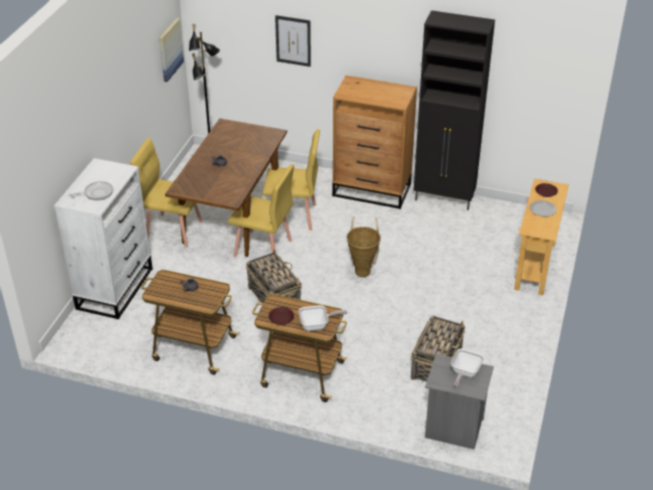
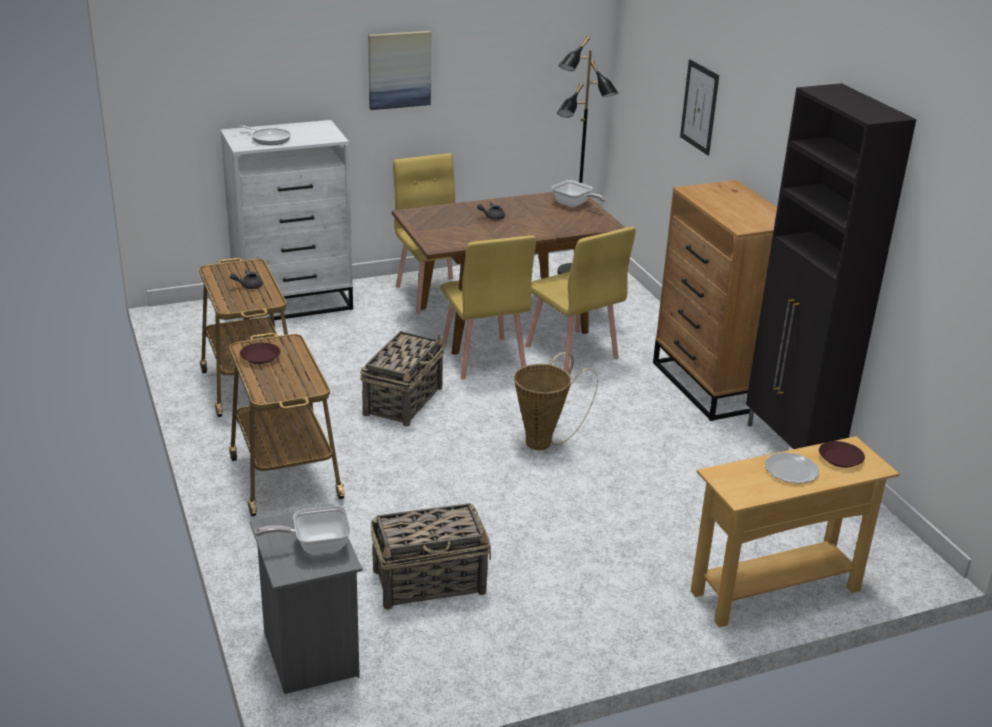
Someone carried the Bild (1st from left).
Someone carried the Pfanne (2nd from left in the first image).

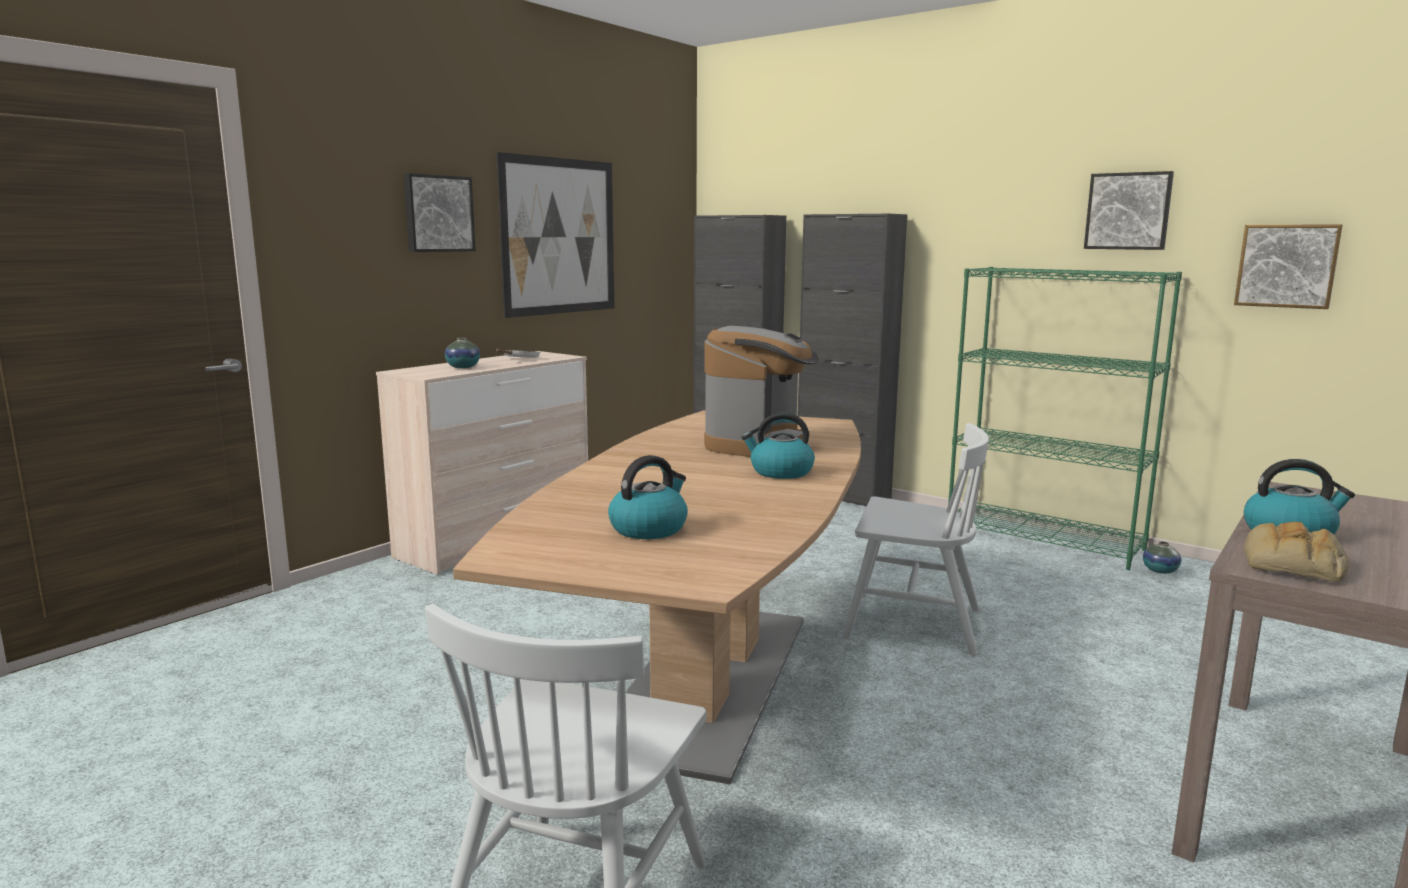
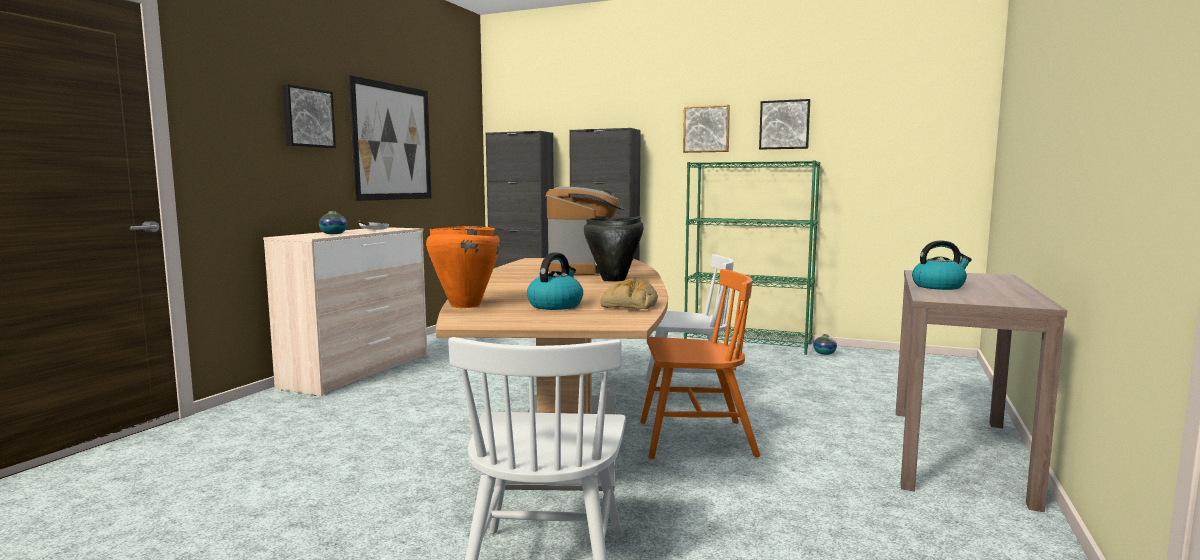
Someone put down the Kochtopf/orange.
Someone swapped the Wasserkessel (2nd from left) for the Kochtopf/schwarz.
Someone carried the Brot.
Someone put down the Stuhl/orange.
Someone carried the Bild (4th from left in the first image).

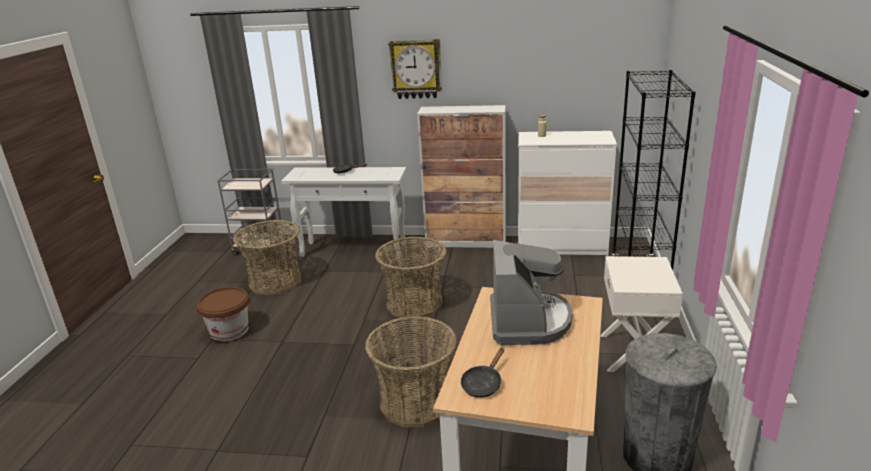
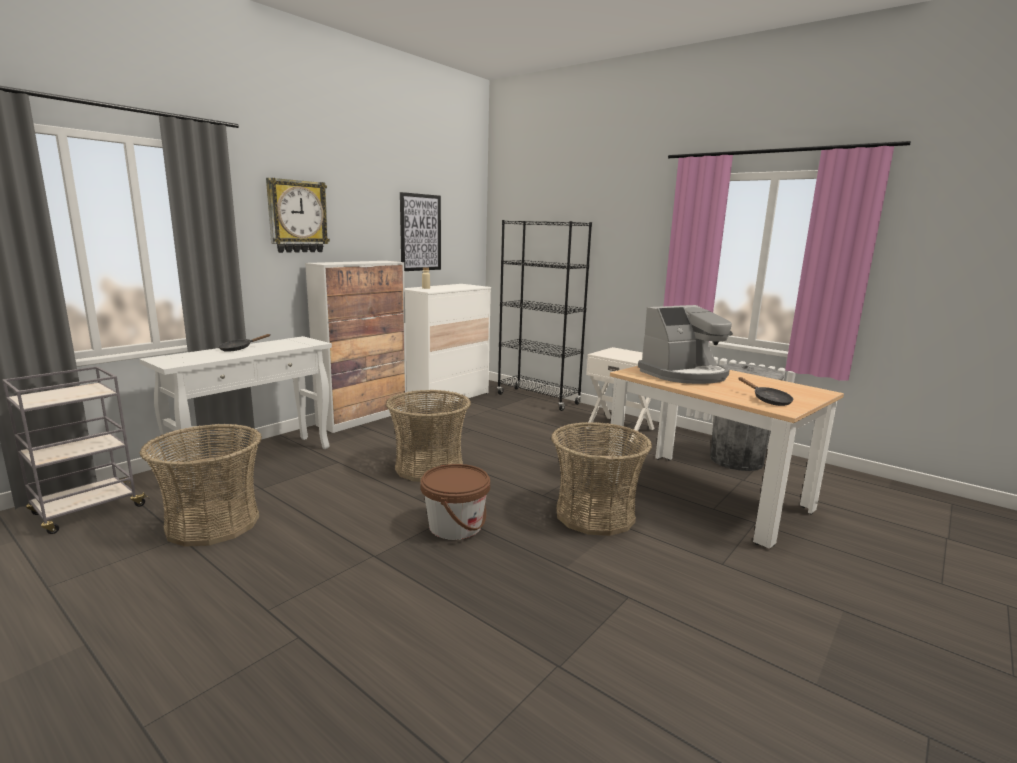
Someone put up the Bild.
Someone carried the Eimer/braun.
Someone rotated the Kaffeemaschine by 120 degrees clockwise.

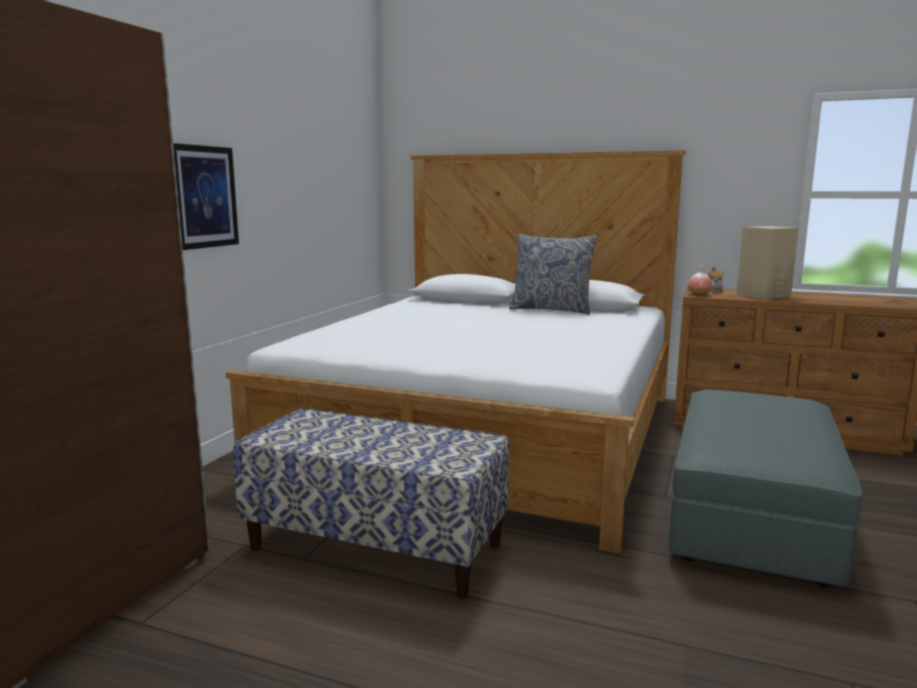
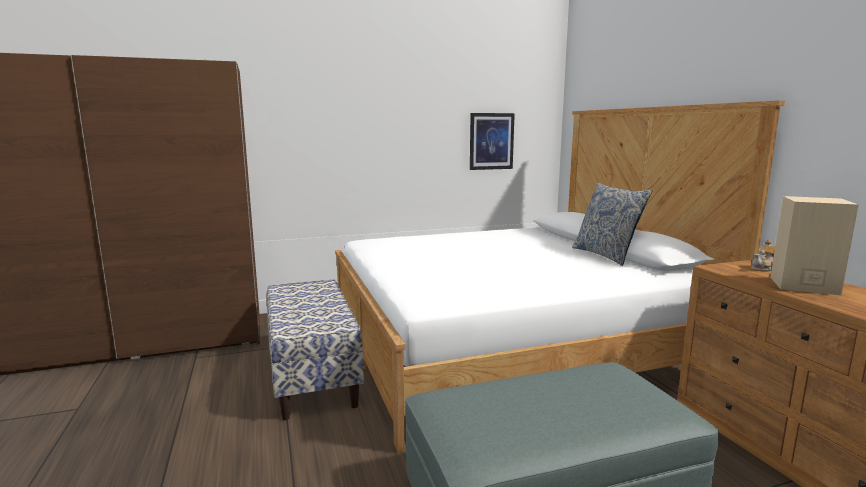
Someone carried the Bild.
Someone took away the Vase.

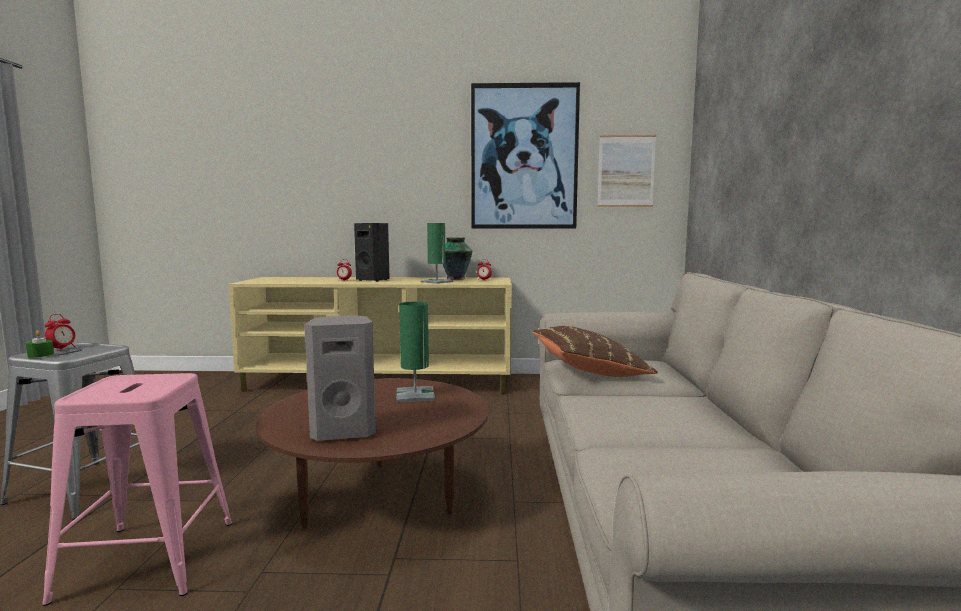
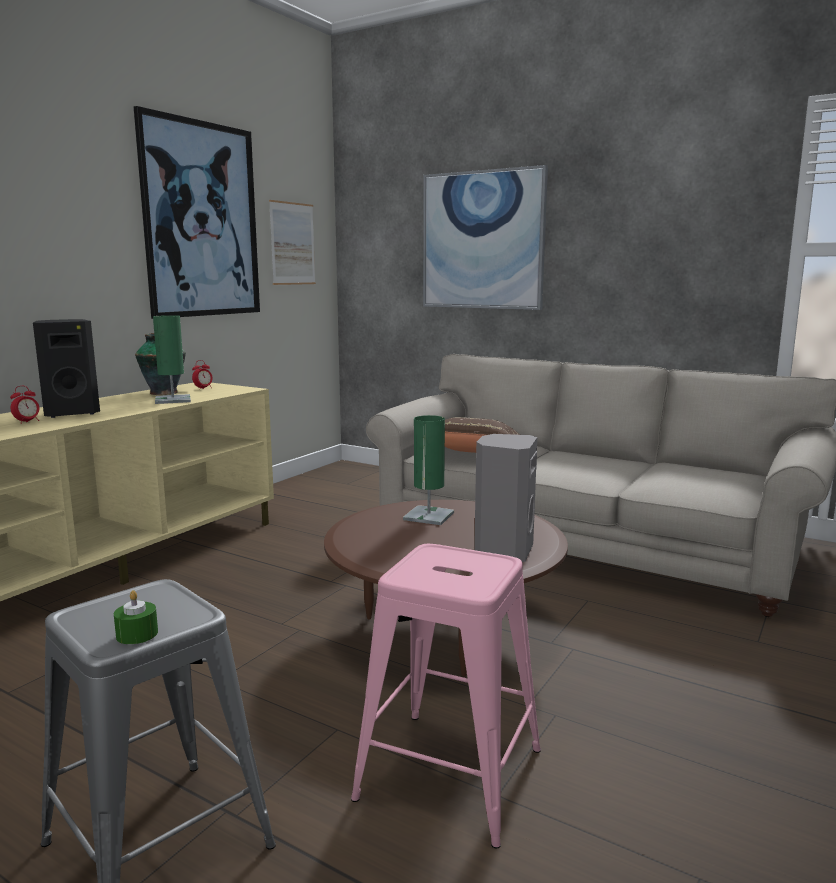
Someone put up the Bild (3rd from left).
Someone took away the Wecker (1st from left).

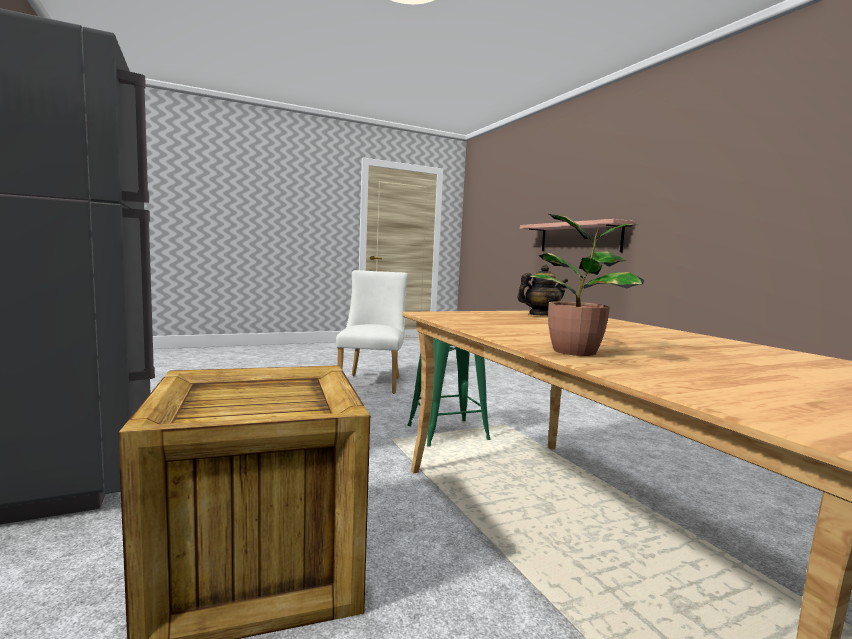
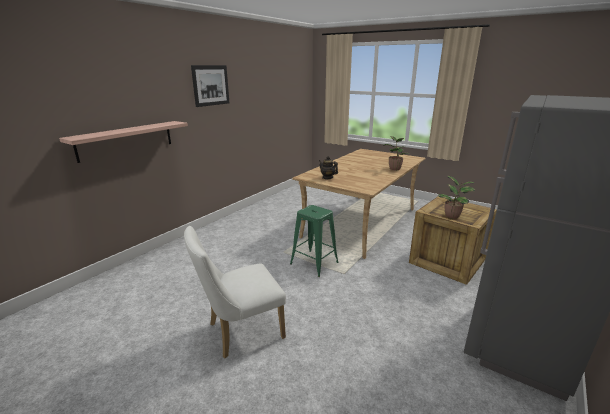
Someone put up the Bild.
Someone put down the Topfpflanze (2nd from left).

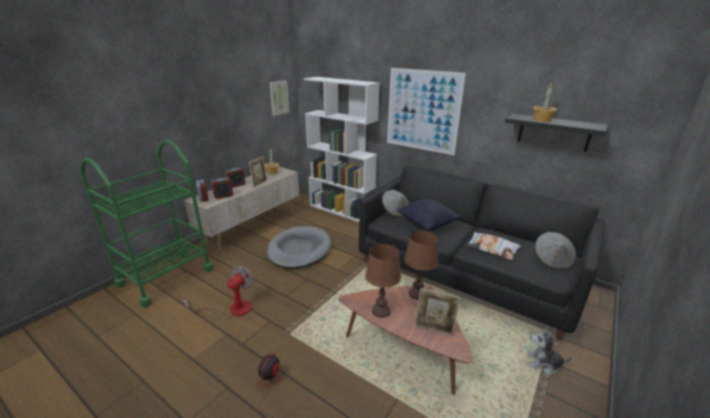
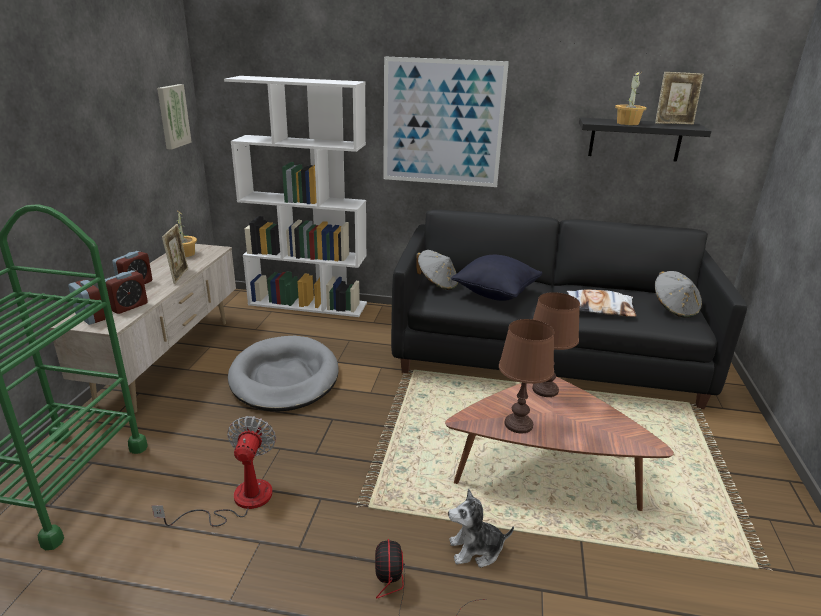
Someone carried the Plüschtier.
Someone carried the Bilderrahmen (2nd from left).

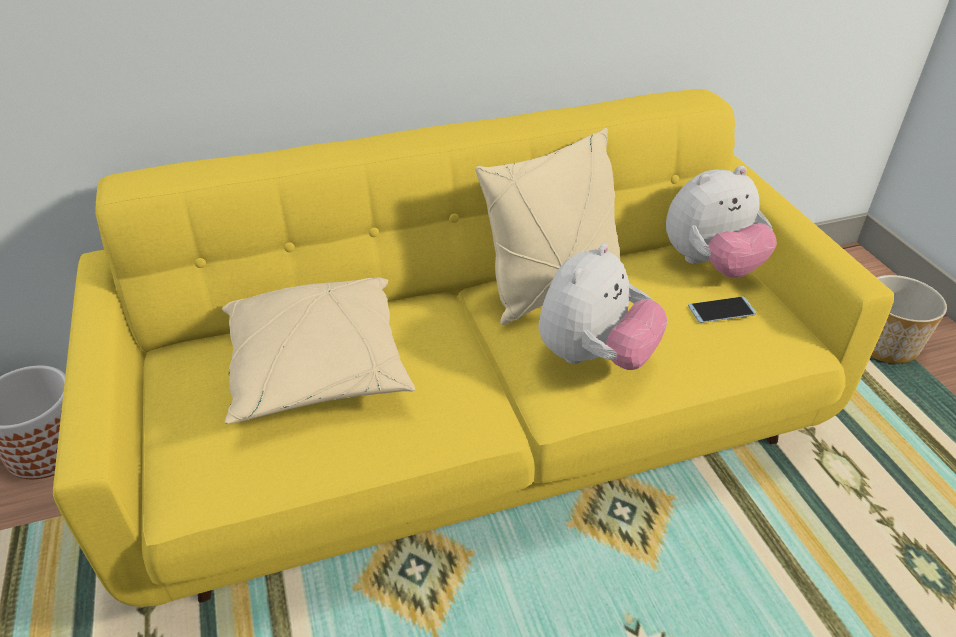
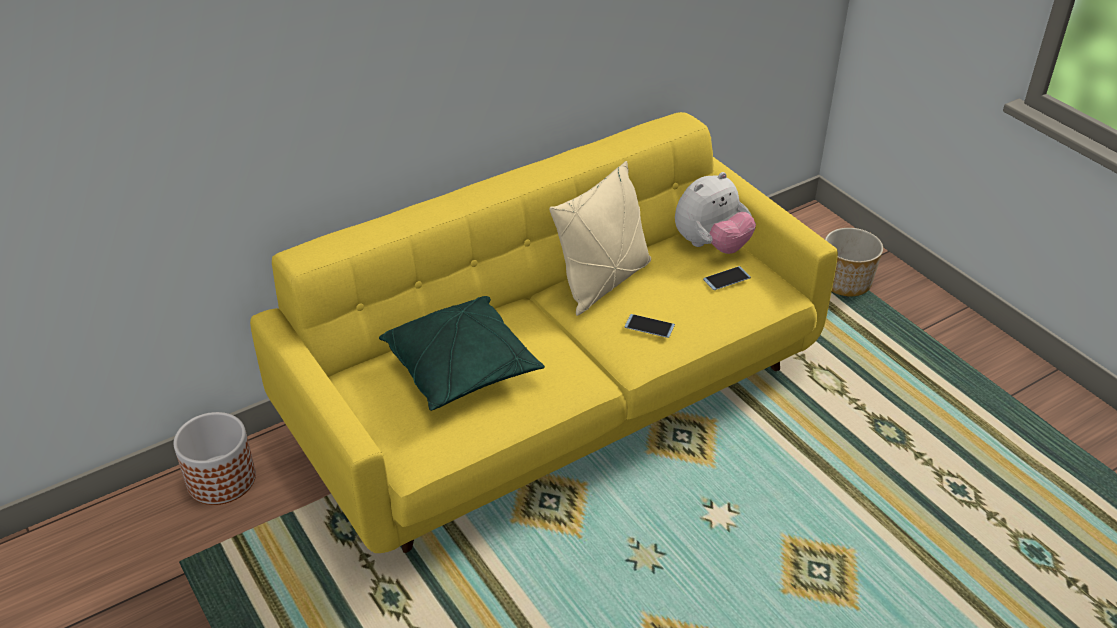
Someone repainted the Kissen/beige (1st from left), which became the Kissen/grün.
Someone swapped the Plüschtier (1st from left) for the Handy (1st from left).

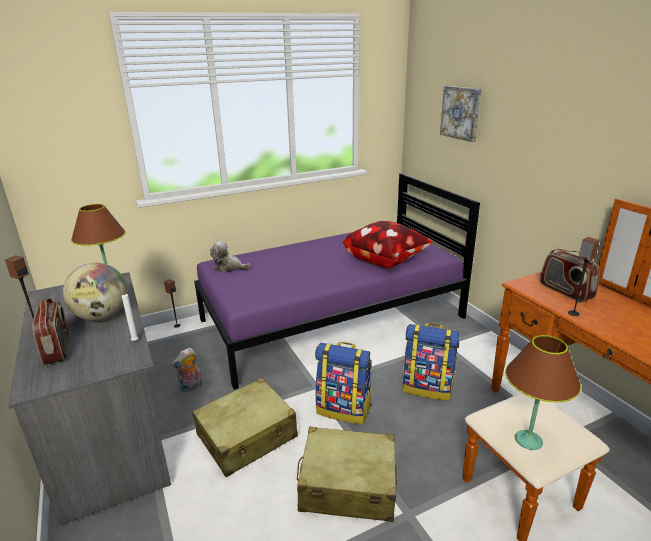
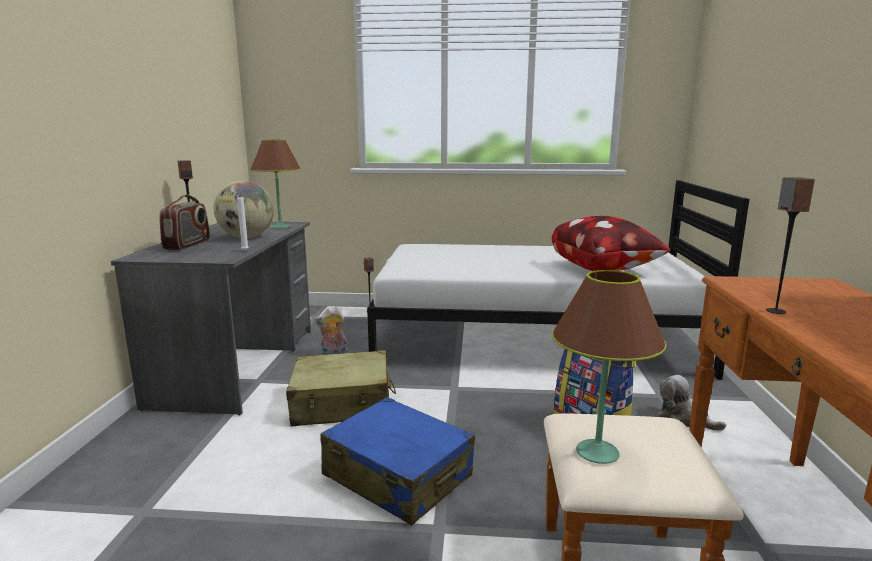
Someone repainted the Koffer/beige (2nd from left), which became the Koffer/blau.
Someone repainted the Bett/lila, which became the Bett/weiß.
Someone carried the Plüschtier (2nd from left).
Someone took away the Rucksack (1st from left).
Someone took away the Bild.
Someone took away the Radio (2nd from left).

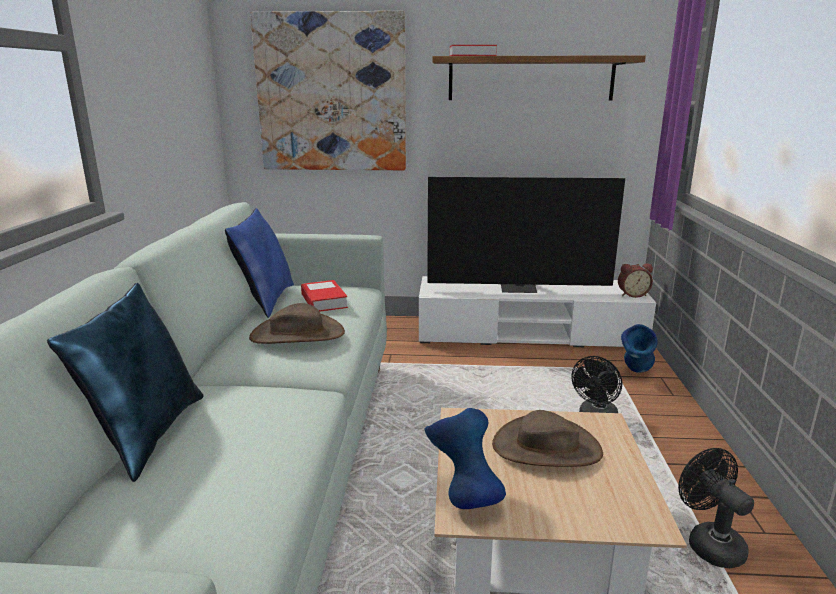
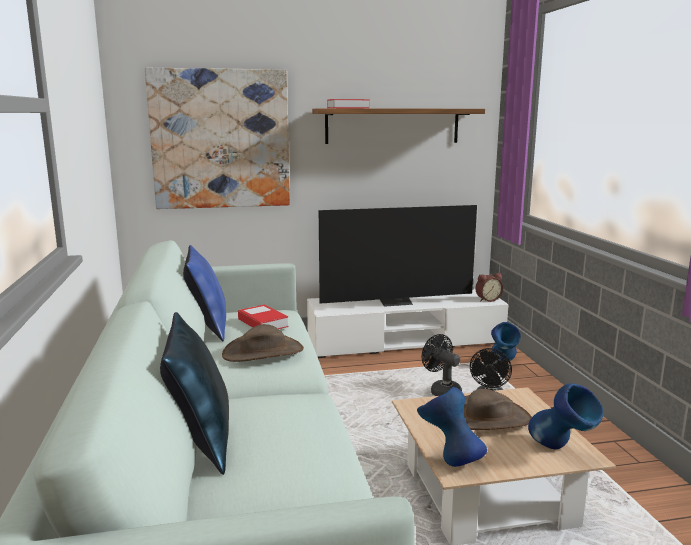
Someone carried the Ventilator/schwarz (2nd from left in the first image).
Someone put down the Vase/blau (3rd from left).

